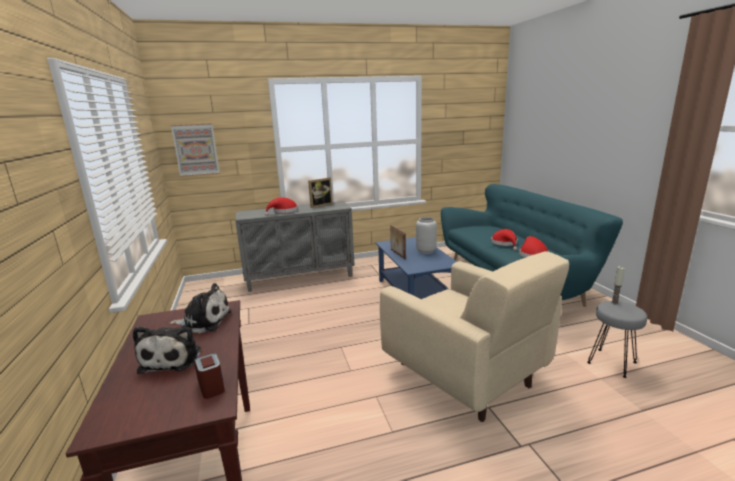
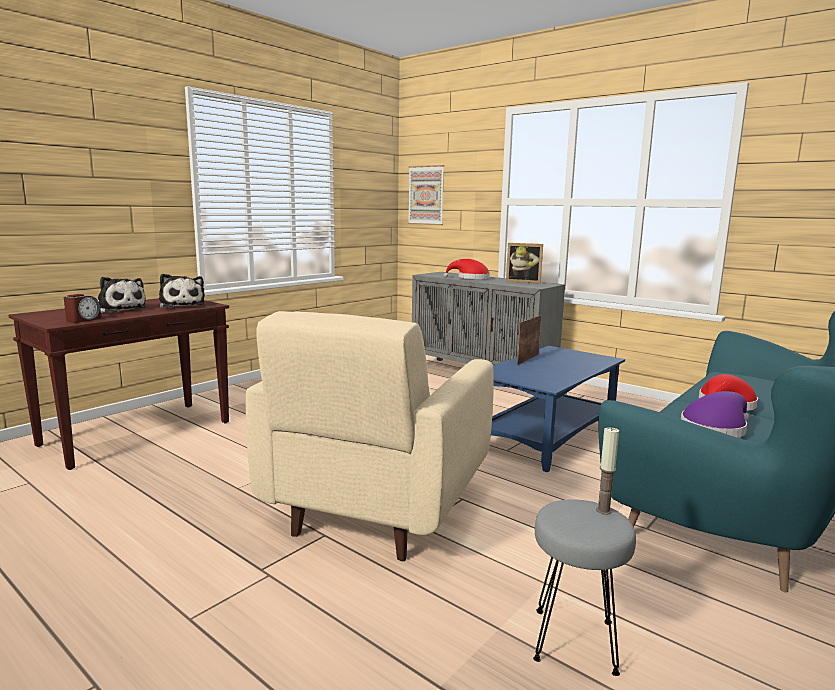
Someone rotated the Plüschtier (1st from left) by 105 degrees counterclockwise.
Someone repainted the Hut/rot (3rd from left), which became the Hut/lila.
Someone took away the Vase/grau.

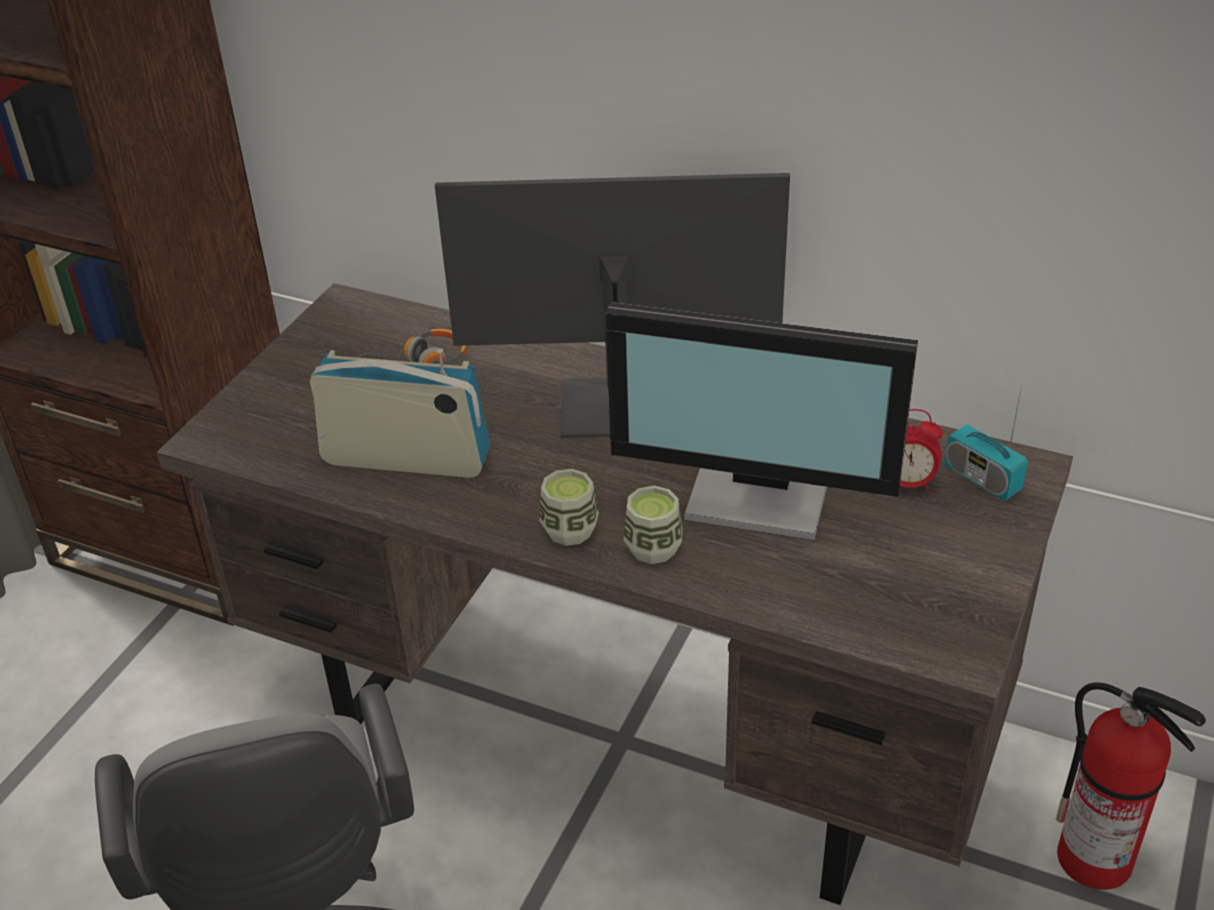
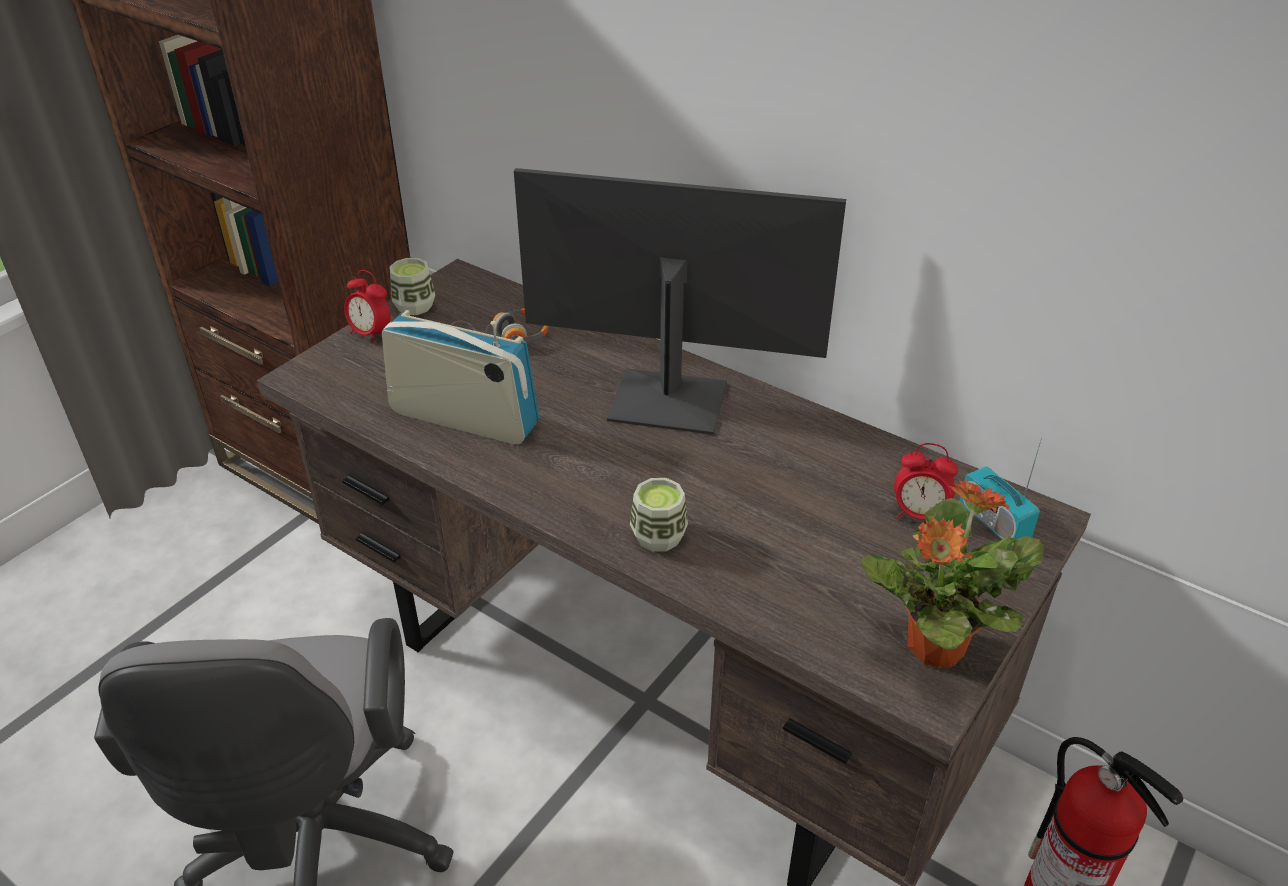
Someone put down the Wecker (1st from left).
Someone carried the Tasse (1st from left).
Someone put down the Topfpflanze.
Someone took away the Monitor (2nd from left).

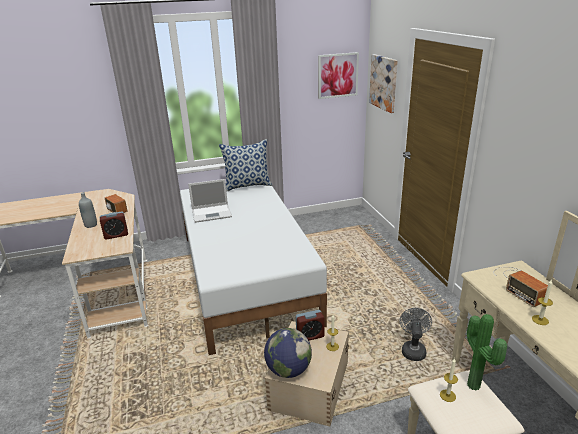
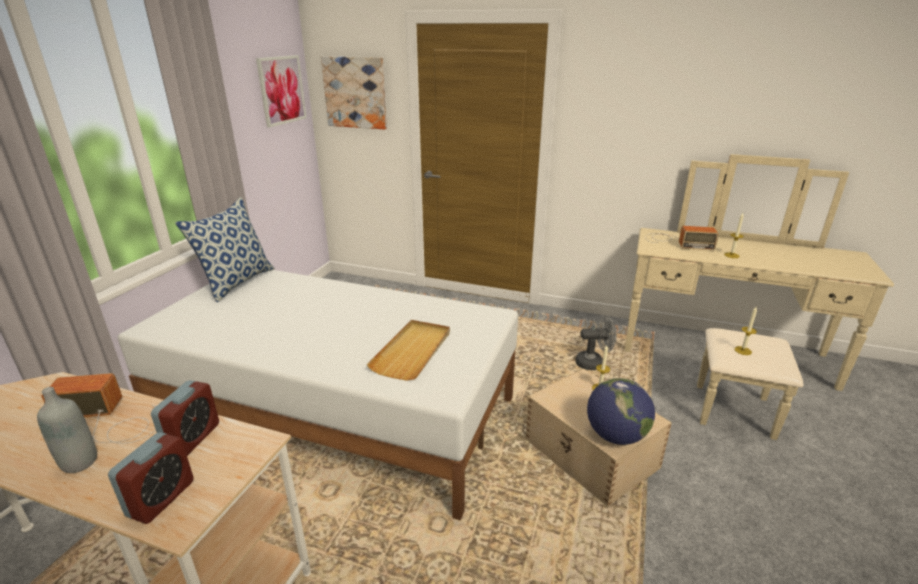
Someone carried the Wecker (2nd from left in the first image).
Someone put down the Tablett/beige.
Someone rotated the Ventilator/grau by 135 degrees clockwise.
Someone took away the Laptop.
Someone took away the Topfpflanze.

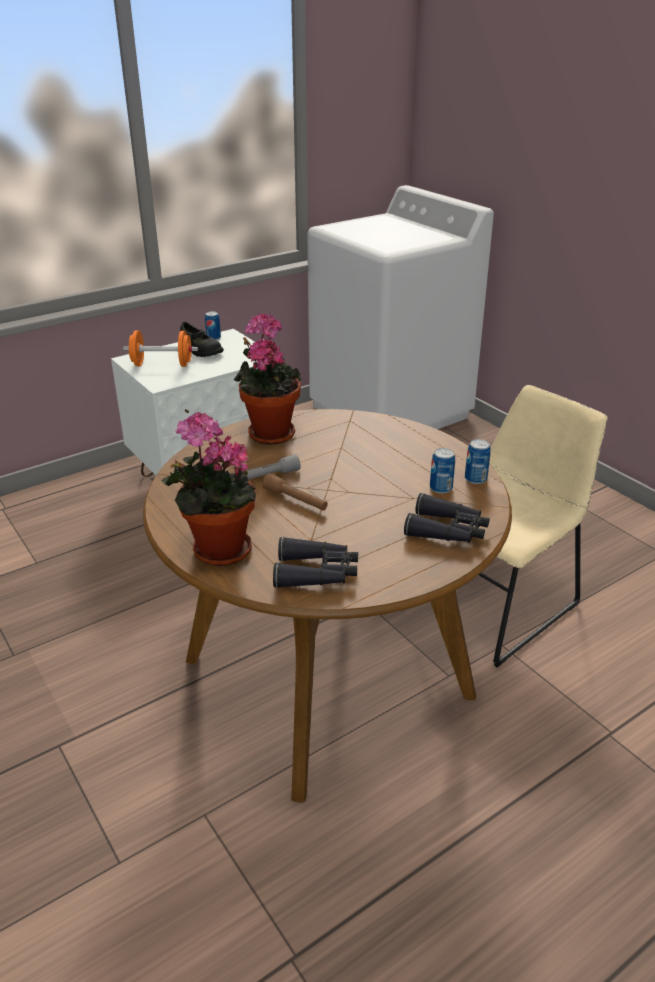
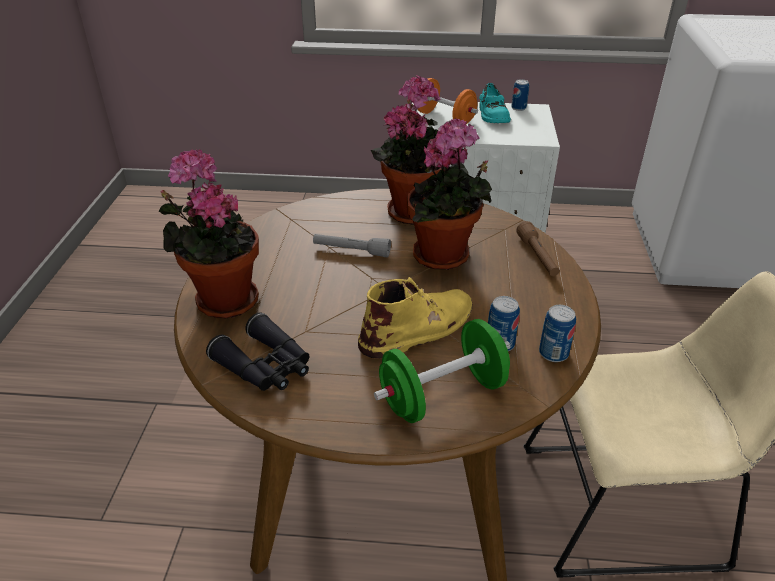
Someone put down the Stiefel/gelb.
Someone swapped the Fernglas/schwarz (2nd from left) for the Hantel/grün.
Someone put down the Topfpflanze (3rd from left).
Someone repainted the Schuh/schwarz, which became the Schuh/türkis.
Someone carried the Taschenlampe/braun.

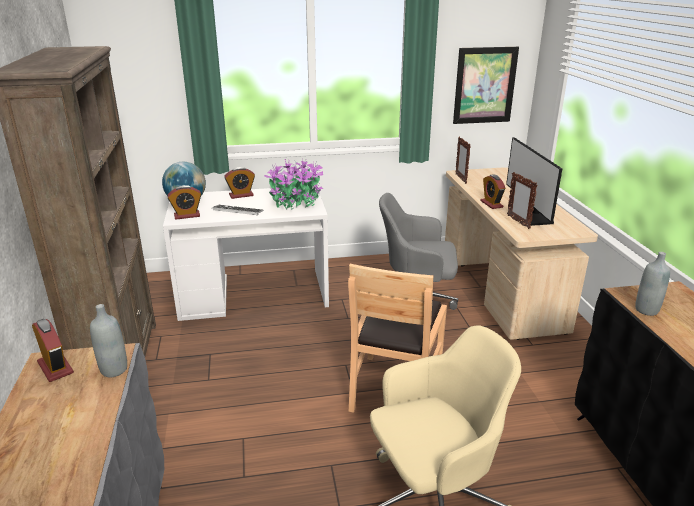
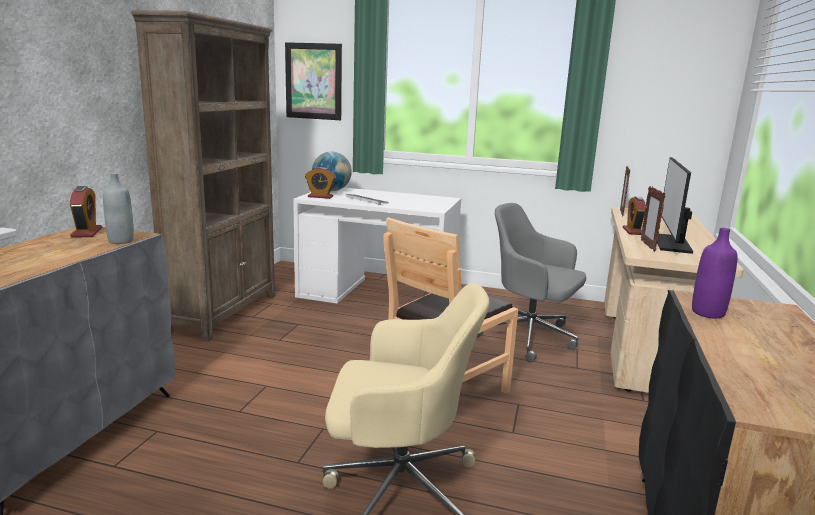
Someone carried the Bild.
Someone repainted the Flasche/grau (2nd from left), which became the Flasche/lila.
Someone took away the Wecker (3rd from left).
Someone took away the Topfpflanze.

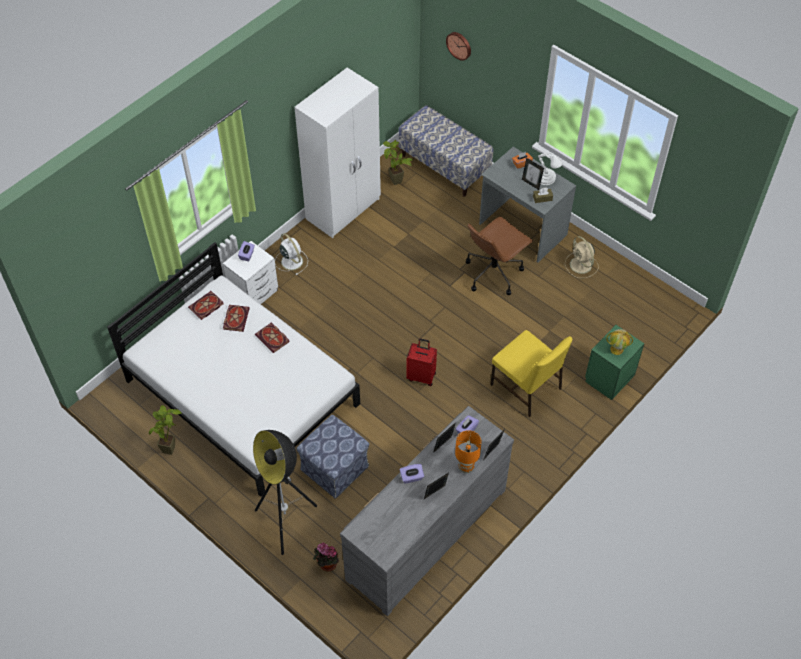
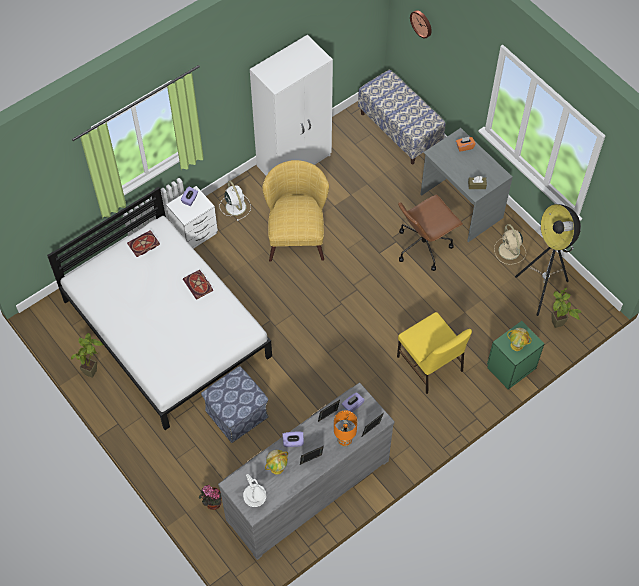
Someone carried the Tischlampe/weiß.
Someone put down the Sessel/gelb.
Someone put down the Globus (1st from left).
Someone carried the Stehlampe.
Someone carried the Topfpflanze (3rd from left).
Someone took away the Buch (2nd from left).
Someone took away the Koffer/rot.
Someone took away the Bilderrahmen (4th from left).

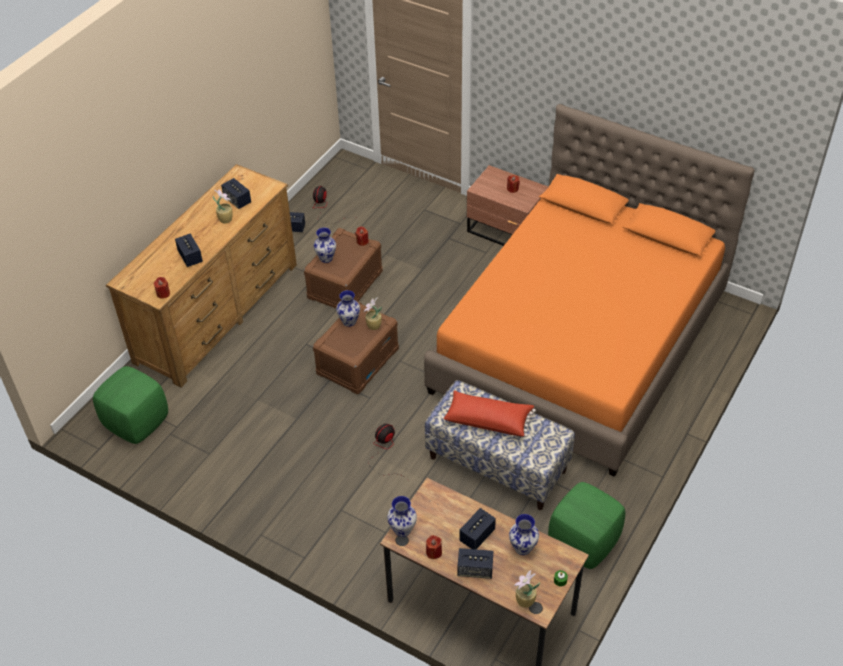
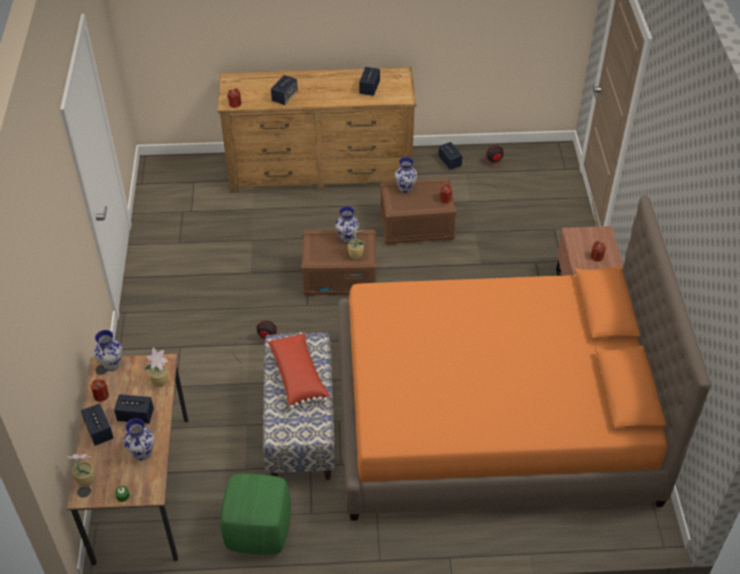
Someone carried the Topfpflanze (1st from left in the first image).
Someone took away the Polsterhocker/grün (1st from left).

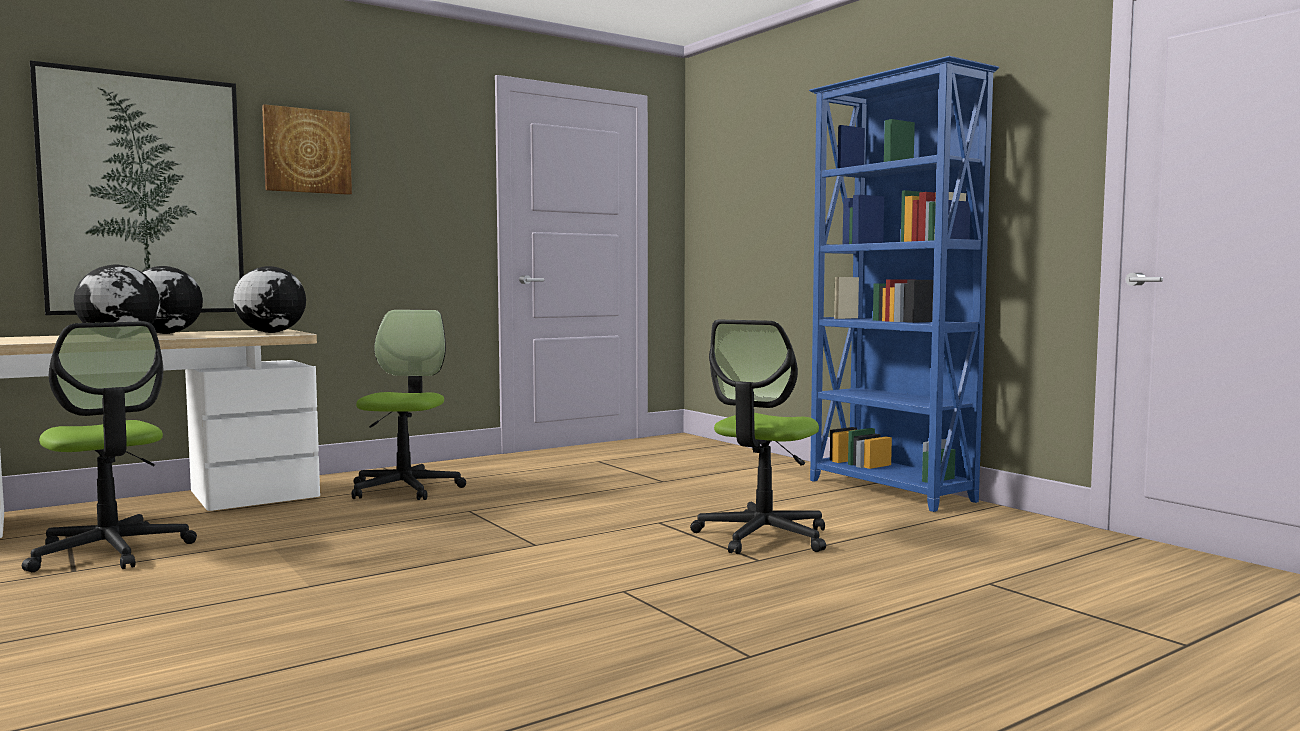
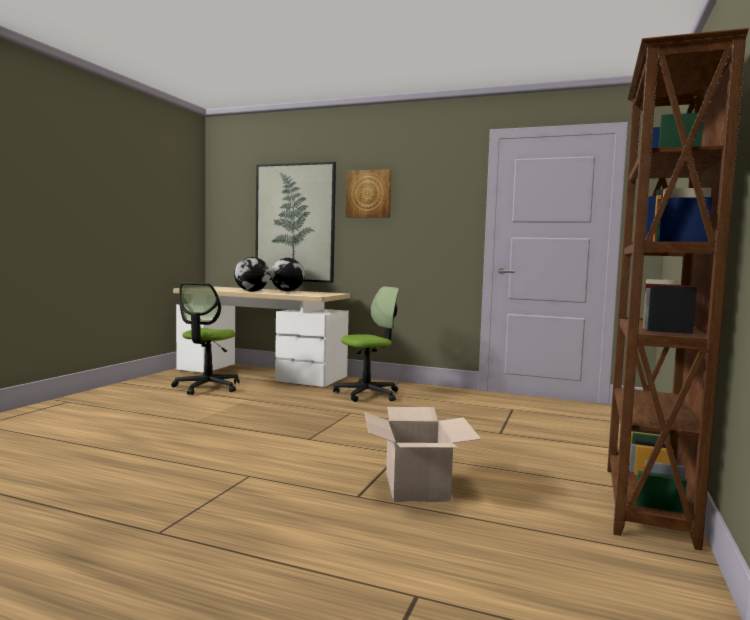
Someone swapped the Bürostuhl (3rd from left) for the Karton.
Someone repainted the Bücherregal/blau, which became the Bücherregal/braun.
Someone took away the Globus (3rd from left).

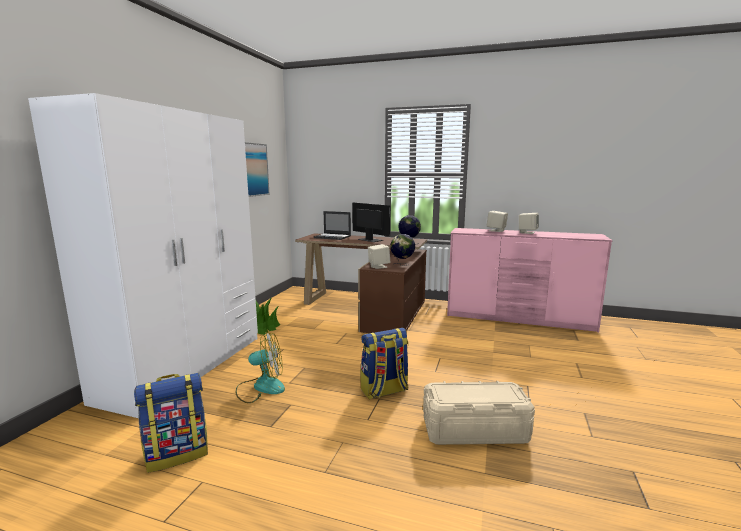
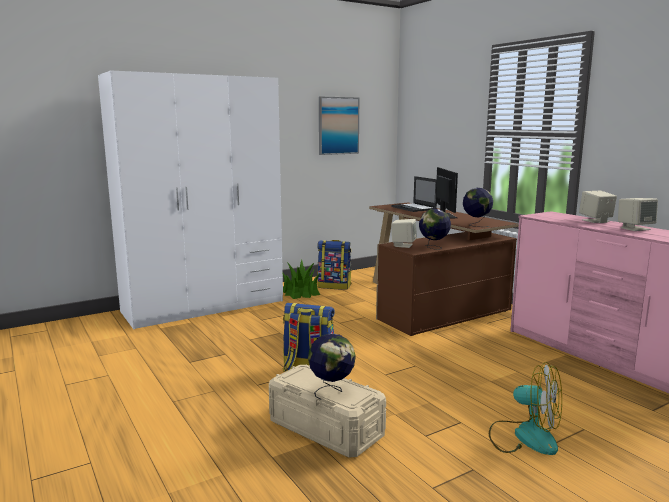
Someone put down the Globus (1st from left).
Someone carried the Rucksack (1st from left in the first image).
Someone carried the Ventilator.

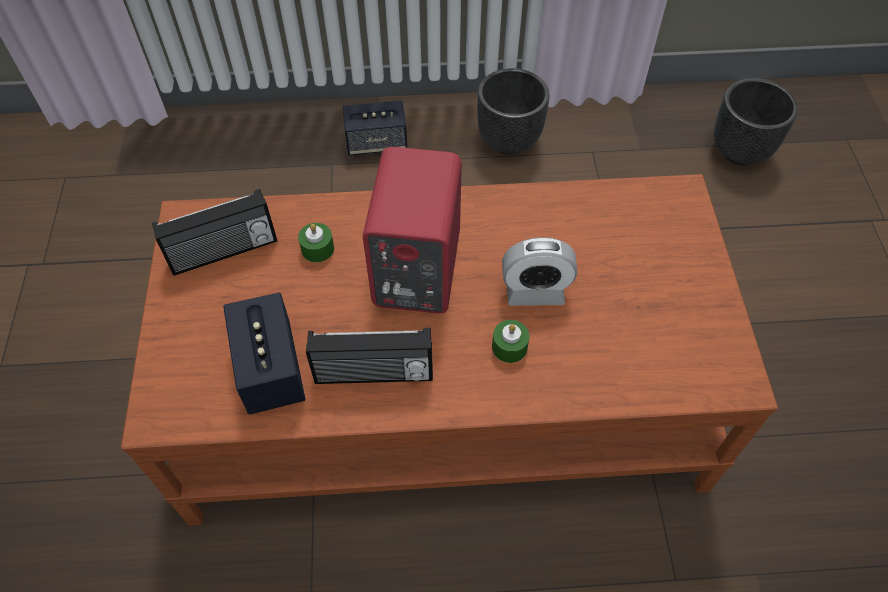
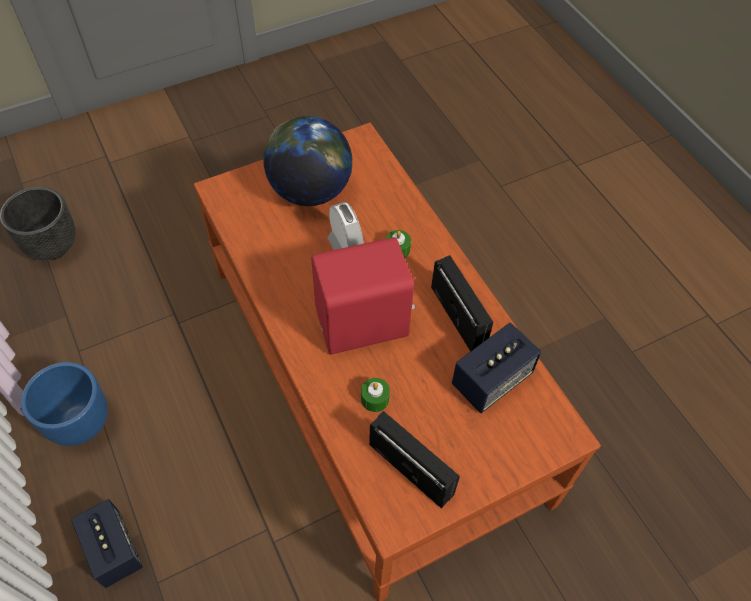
Someone repainted the Pflanzkübel/schwarz (1st from left), which became the Pflanzkübel/blau.
Someone put down the Globus.

